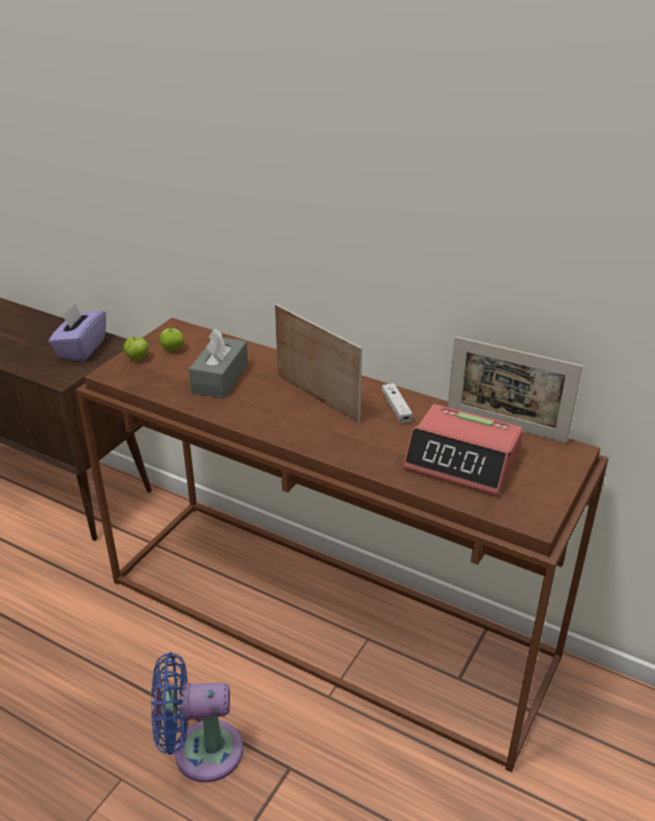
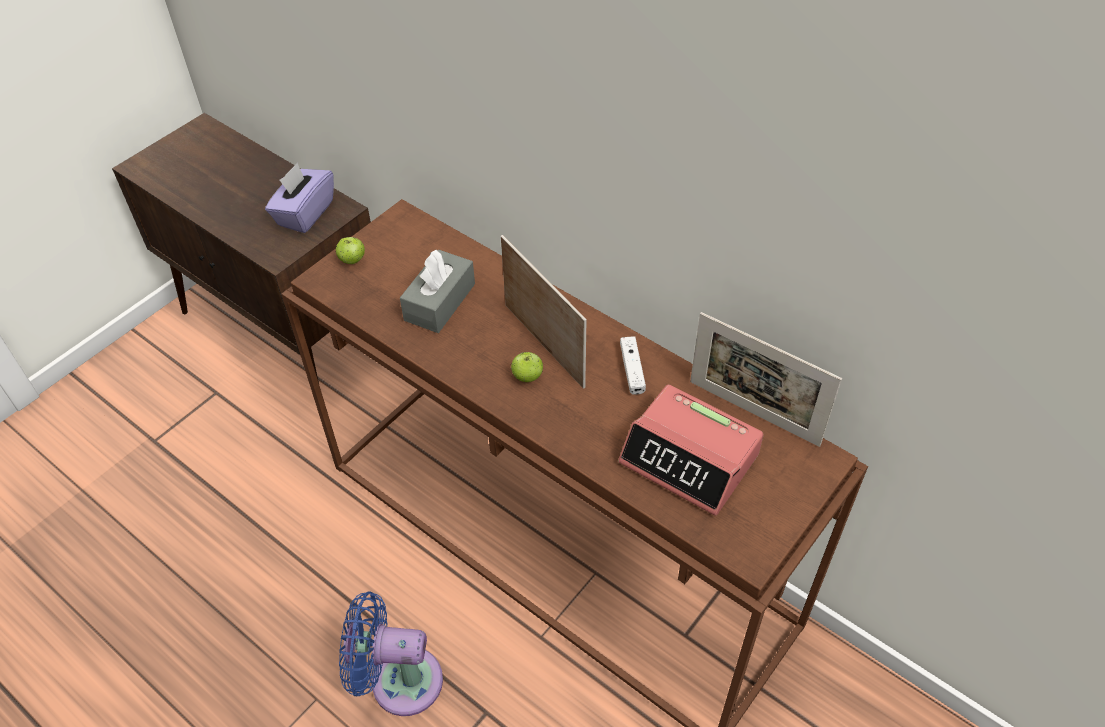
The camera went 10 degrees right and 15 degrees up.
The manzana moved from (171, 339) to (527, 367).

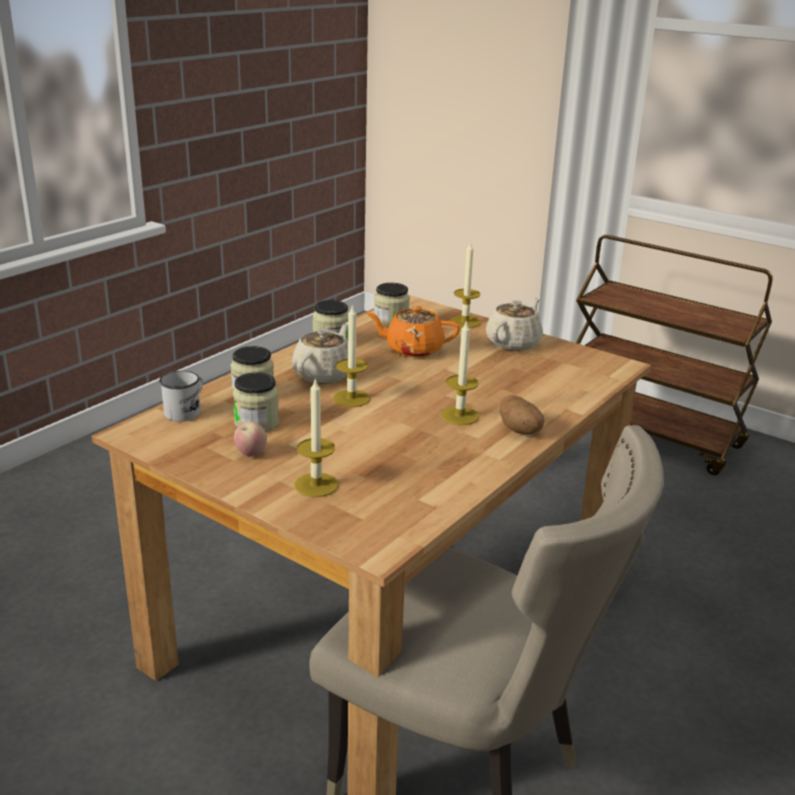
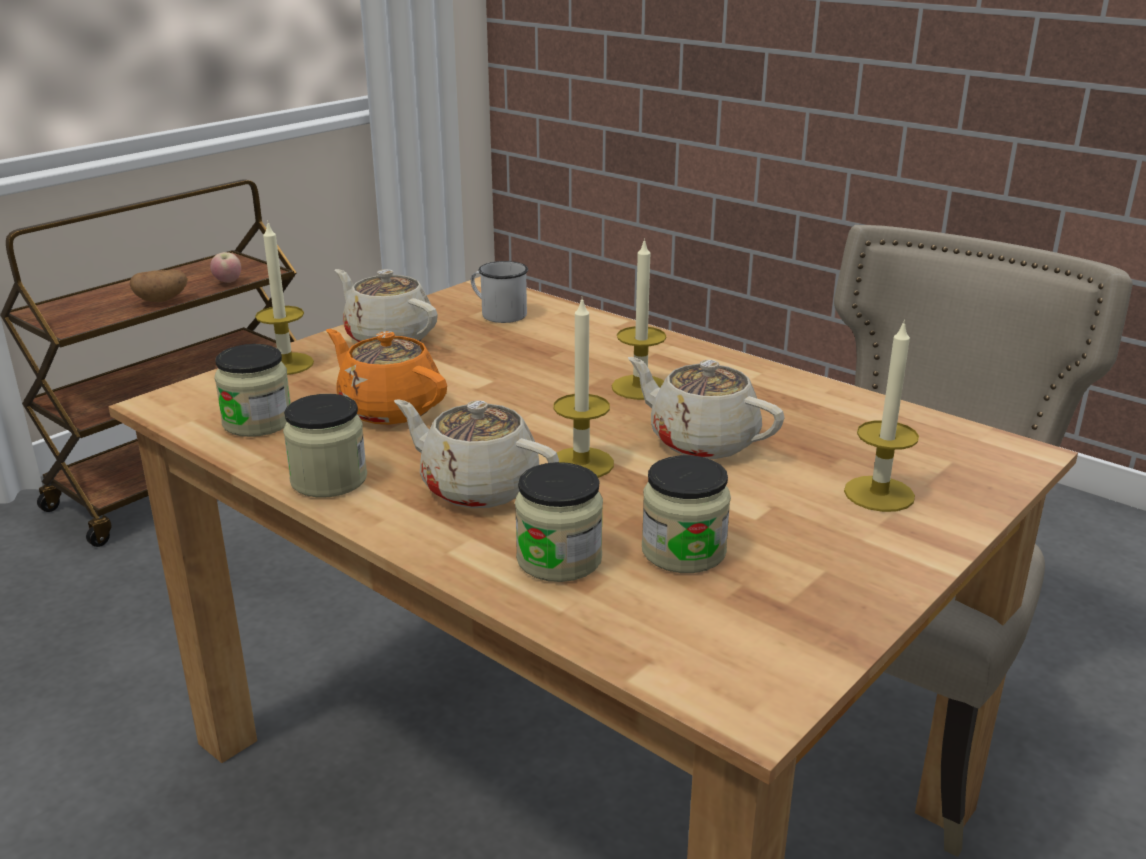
The camera went 85 degrees left and 0 degrees up.
The tetera (beis) at (706, 408) appeared.
The taza grande (blanco) moved from (181, 396) to (499, 292).
The manzana moved from (250, 439) to (225, 267).
The patata moved from (522, 414) to (159, 286).
The tetera (naranja) at (413, 331) turned 120 degrees clockwise.

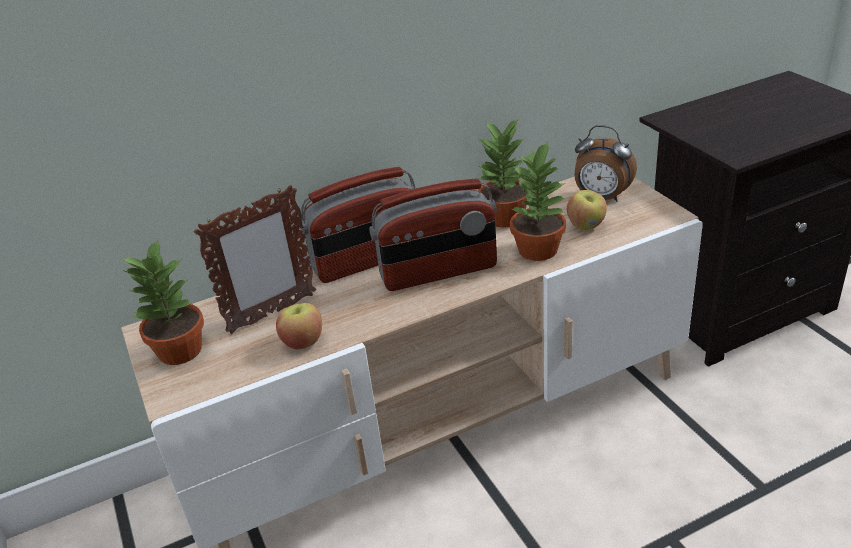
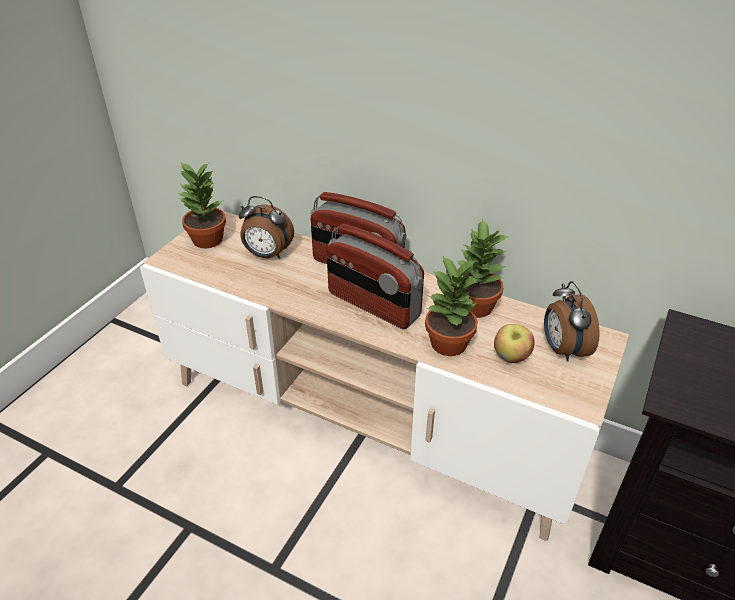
The camera went 50 degrees right and 5 degrees up.
The manzana at (299, 326) disappeared.
The portarretratos at (255, 259) was replaced by the despertador at (266, 227).

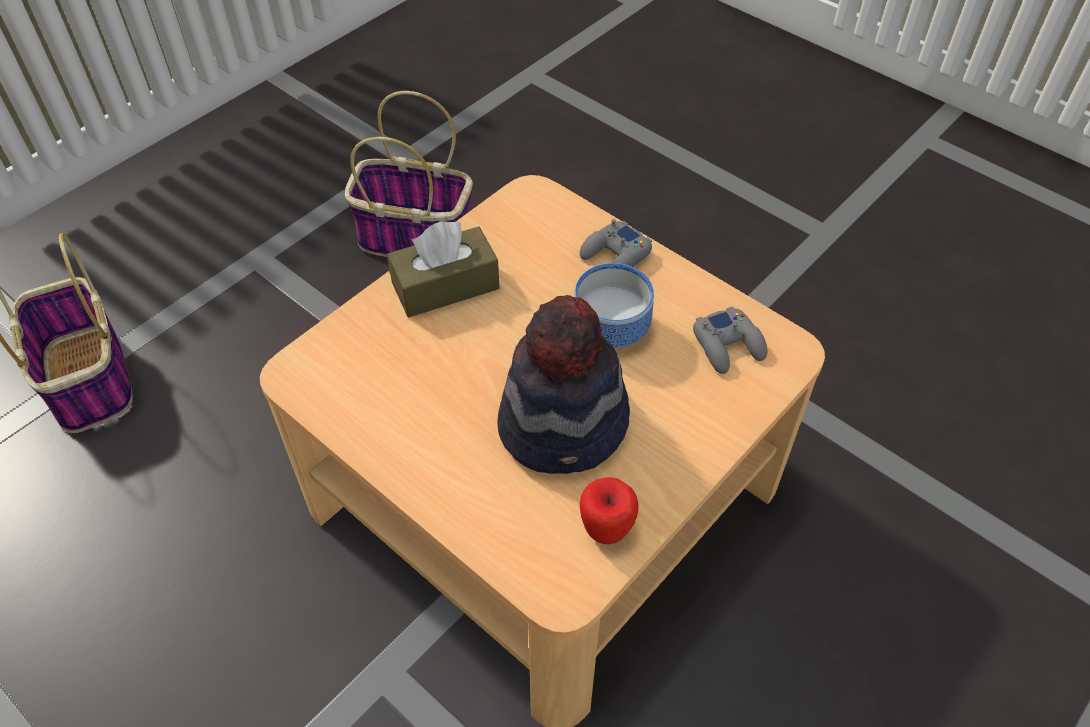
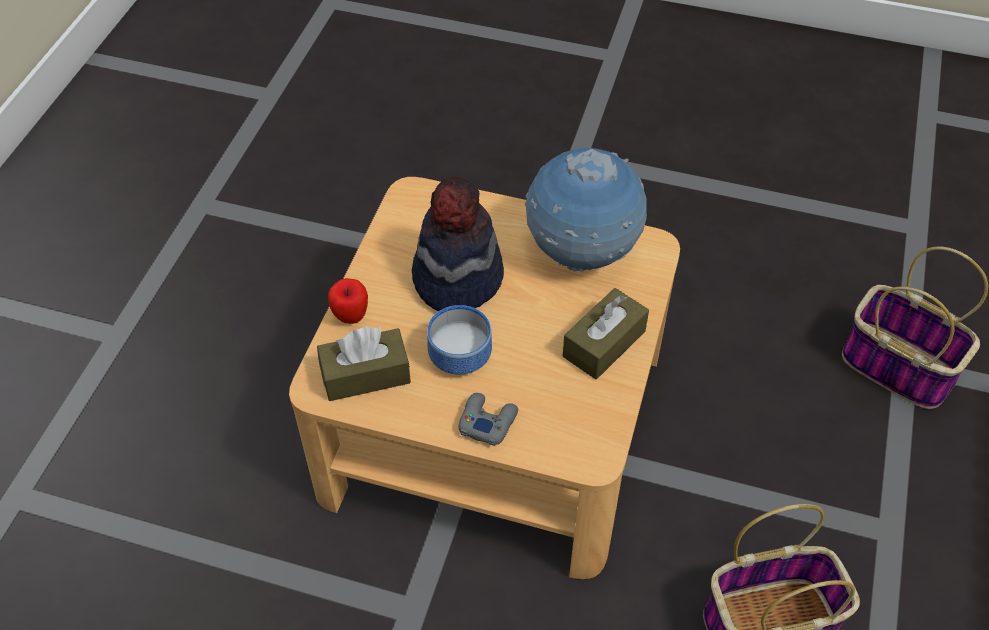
The camera went 155 degrees right and 0 degrees up.
The globo terráqueo at (586, 210) appeared.
The manzana moved from (608, 510) to (348, 301).
The mando de consola (gris) at (730, 340) was replaced by the caja de pañuelos (marrón) at (364, 363).

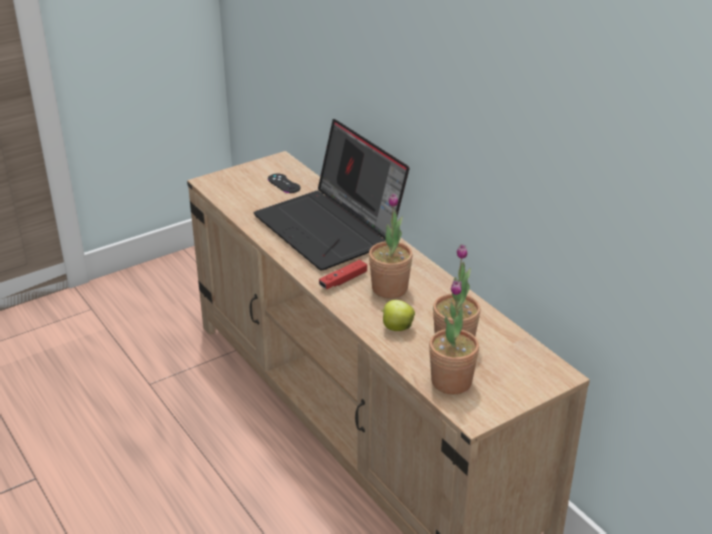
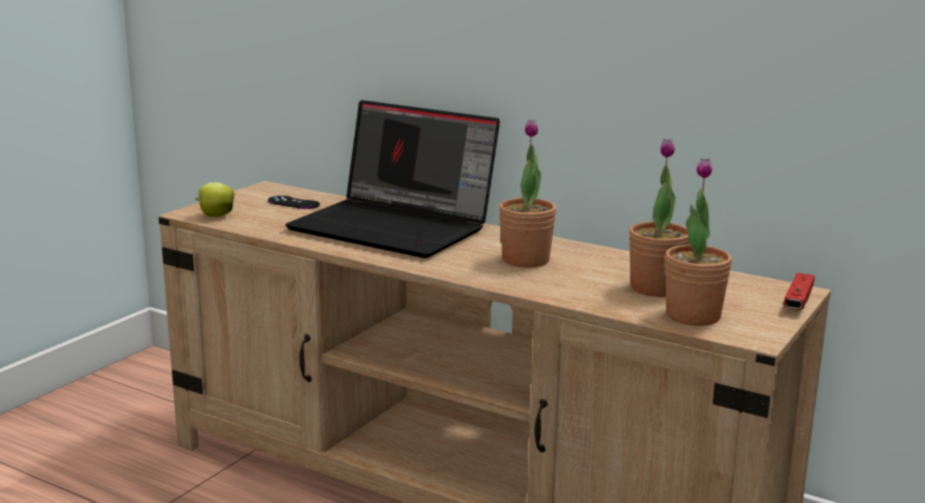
The camera went 25 degrees left and 15 degrees down.
The mando de consola (rojo) moved from (343, 274) to (799, 291).
The manzana moved from (398, 315) to (215, 199).

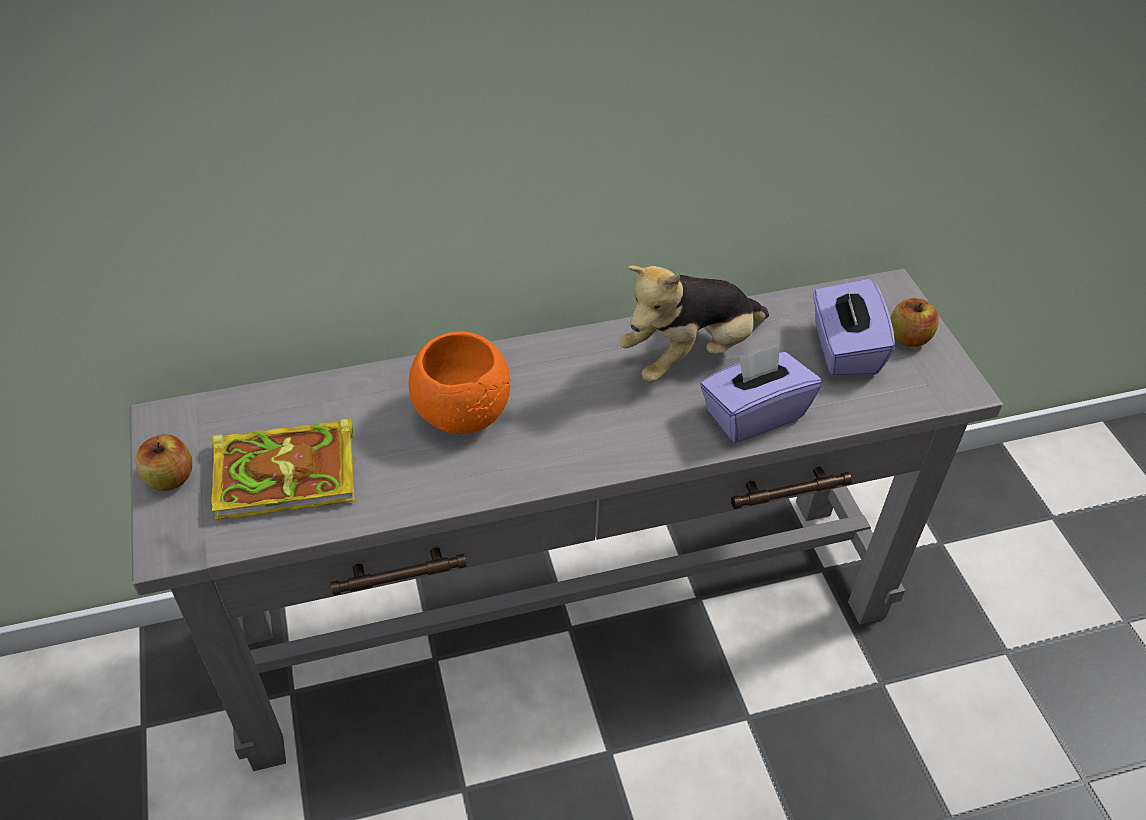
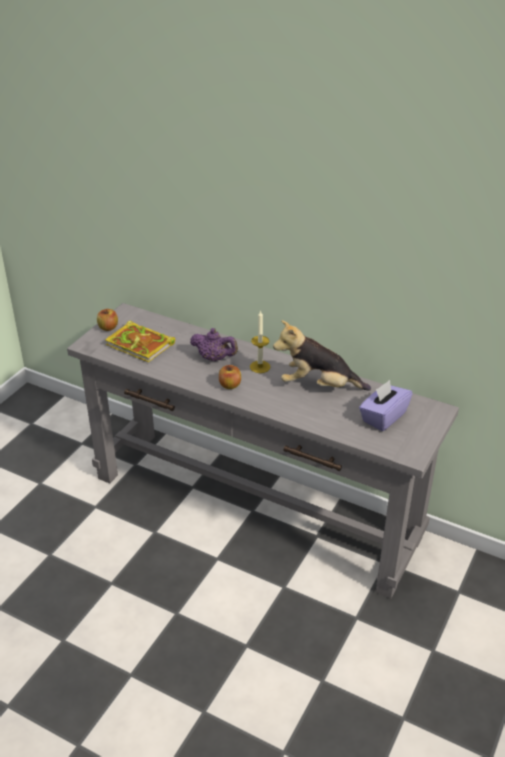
The camera went 45 degrees right and 10 degrees down.
The caja de pañuelos (morado) at (761, 394) disappeared.
The vela at (260, 341) appeared.
The manzana moved from (915, 322) to (230, 377).
The cuenco (naranja) at (459, 383) was replaced by the tetera (morado) at (214, 344).

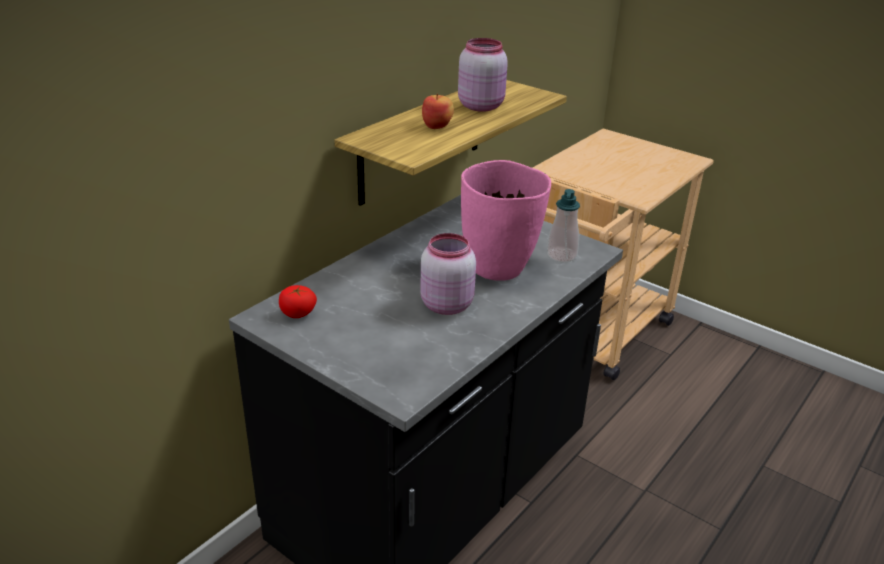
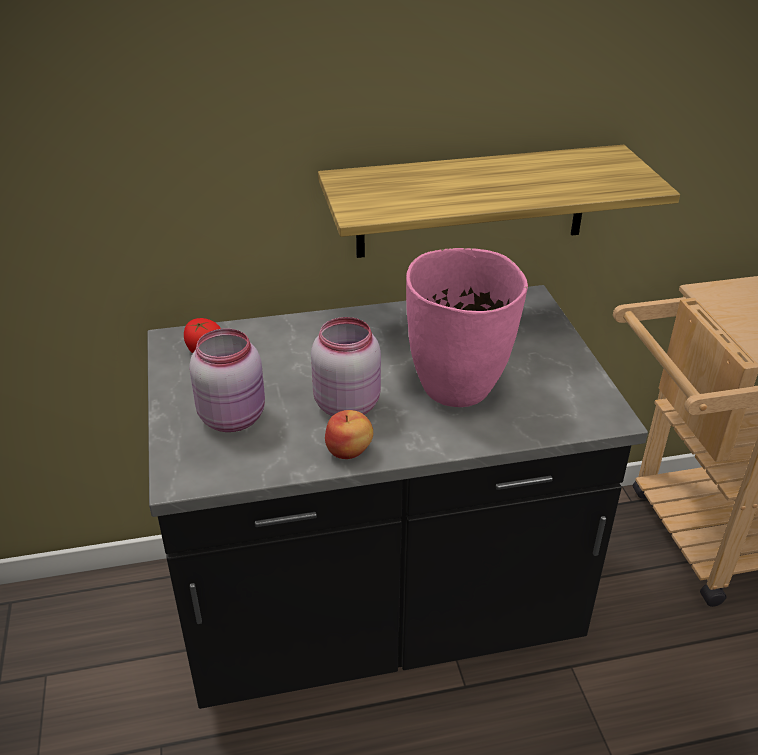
The camera went 40 degrees right and 5 degrees up.
The dispensador de jabón at (563, 226) disappeared.
The manzana moved from (438, 111) to (349, 434).
The tarro (rosa) moved from (483, 75) to (227, 380).

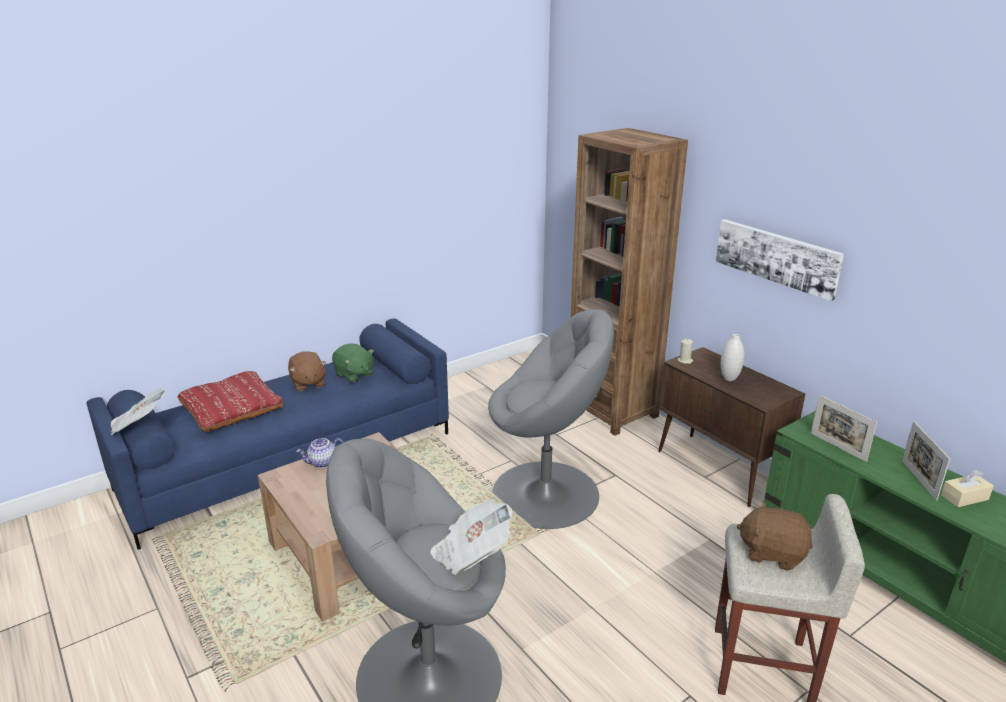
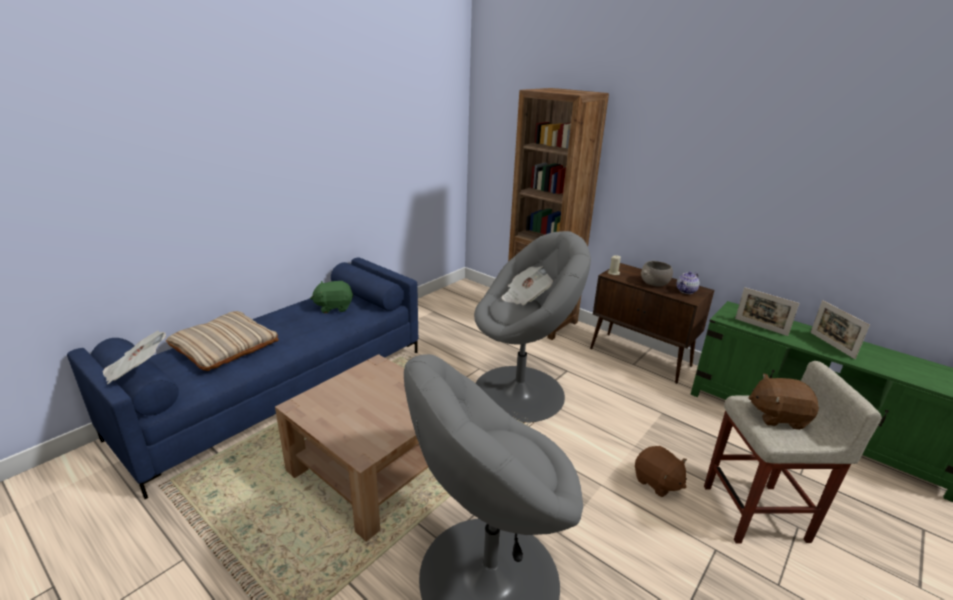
The camera went 15 degrees left and 0 degrees up.
The cuadro at (780, 260) disappeared.
The caja de pañuelos (beis) at (967, 488) disappeared.
The peluche (marrón) moved from (307, 371) to (661, 471).
The tetera moved from (320, 453) to (688, 283).
The periódico moved from (471, 537) to (527, 285).
The florero (blanco) at (732, 357) was replaced by the cuenco (gris) at (657, 274).
The cojín (rojo) at (230, 401) became the cojín (beis) at (222, 341).
The peluche (verde) at (353, 363) turned 135 degrees clockwise.

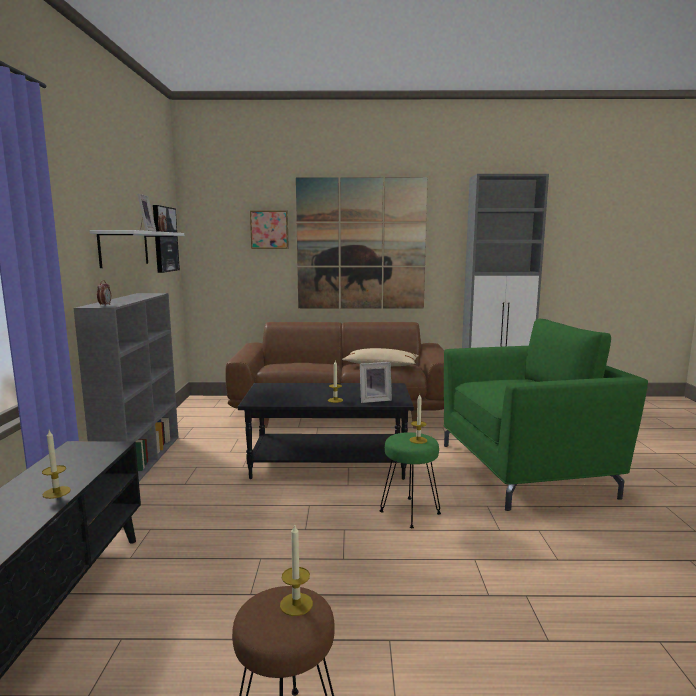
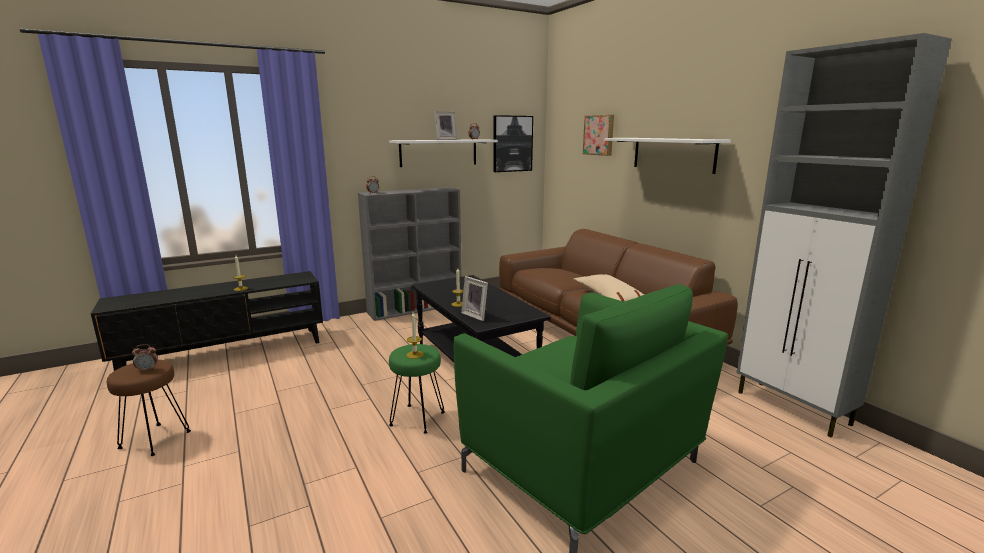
The camera went 60 degrees right and 5 degrees up.
The vela at (296, 569) was replaced by the despertador at (145, 358).
The cuadro at (362, 242) was replaced by the estante (blanco) at (667, 156).

